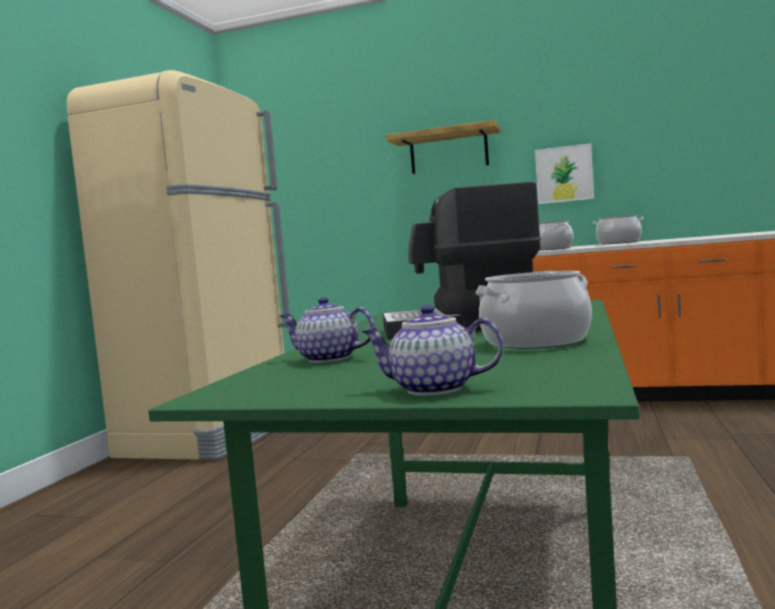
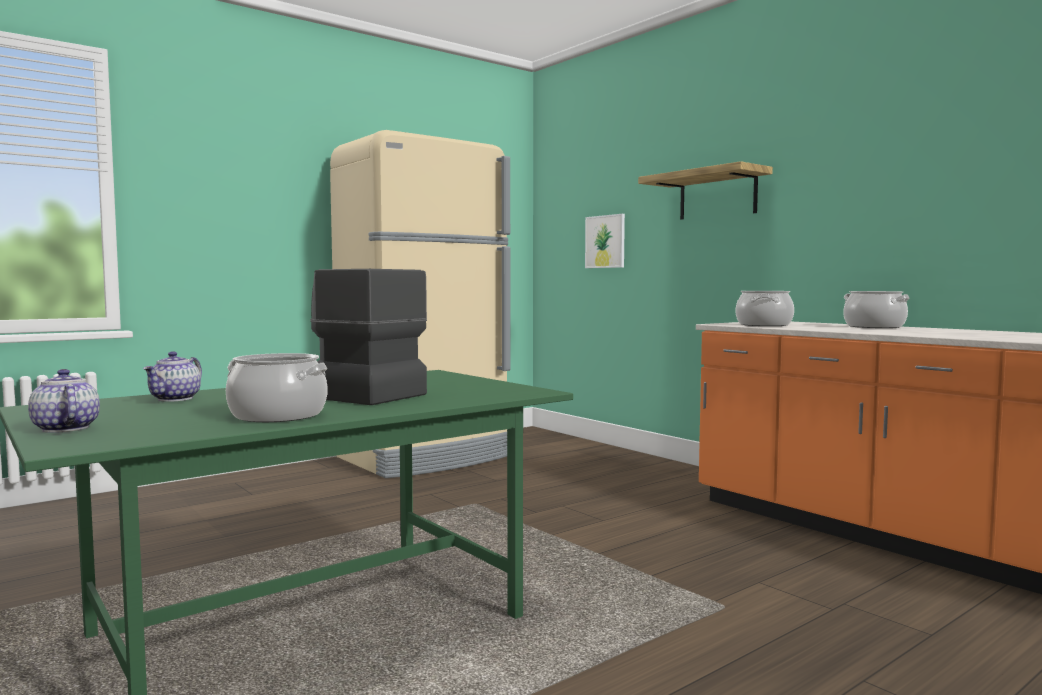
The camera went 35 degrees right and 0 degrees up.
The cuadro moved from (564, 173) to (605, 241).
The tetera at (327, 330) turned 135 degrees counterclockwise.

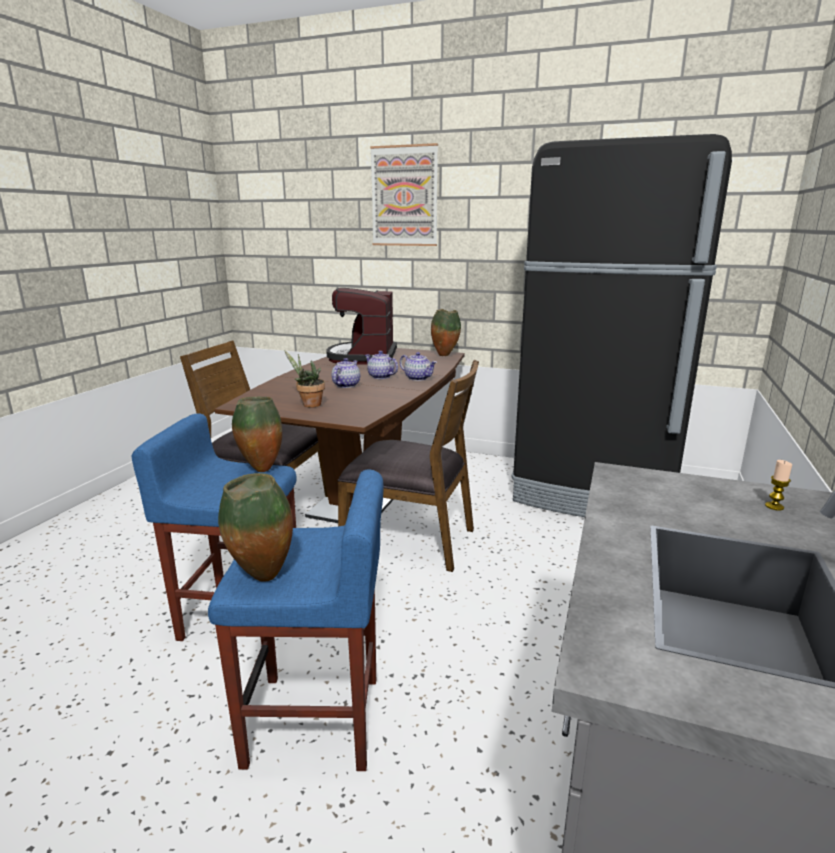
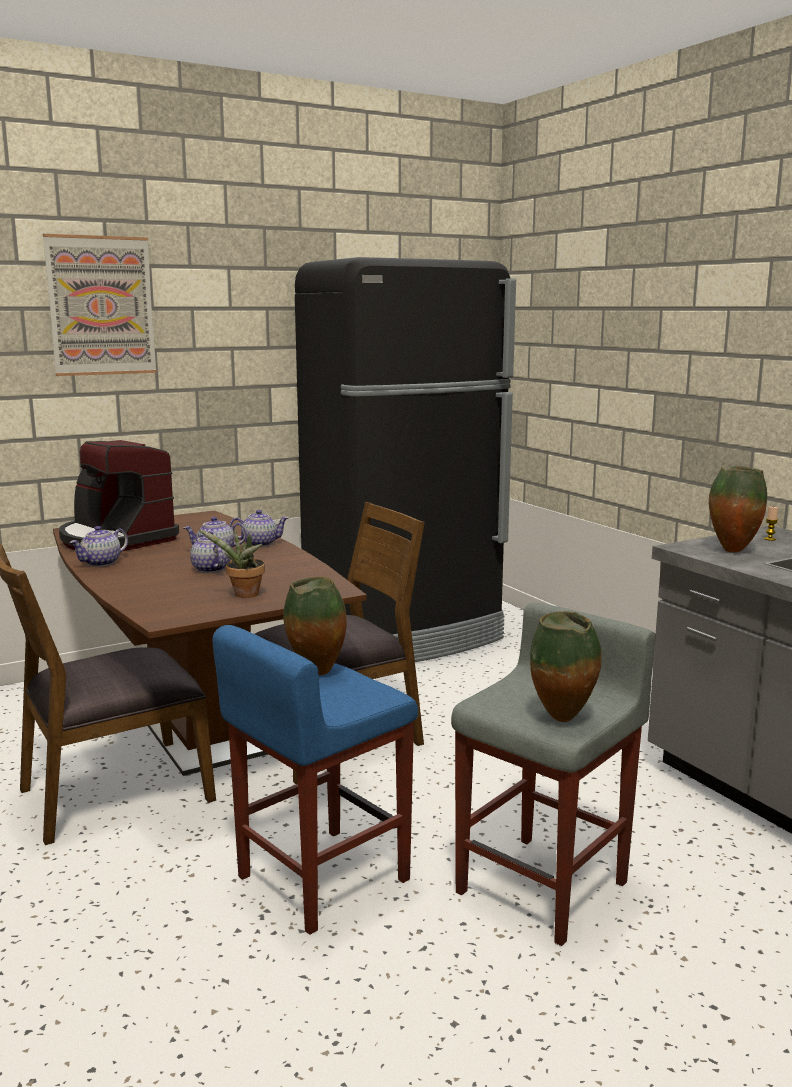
The camera went 50 degrees left and 5 degrees down.
The tetera at (99, 546) appeared.
The florero moved from (446, 332) to (738, 509).
The taburete (azul) at (295, 620) became the taburete (gris) at (553, 774).

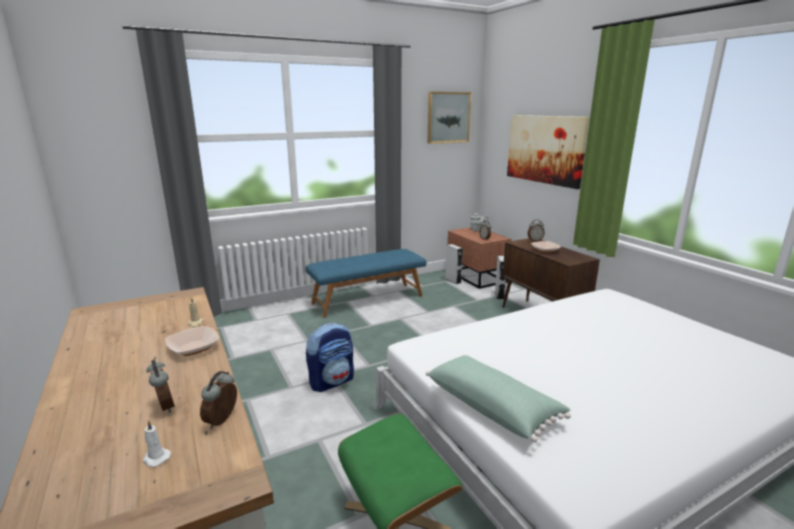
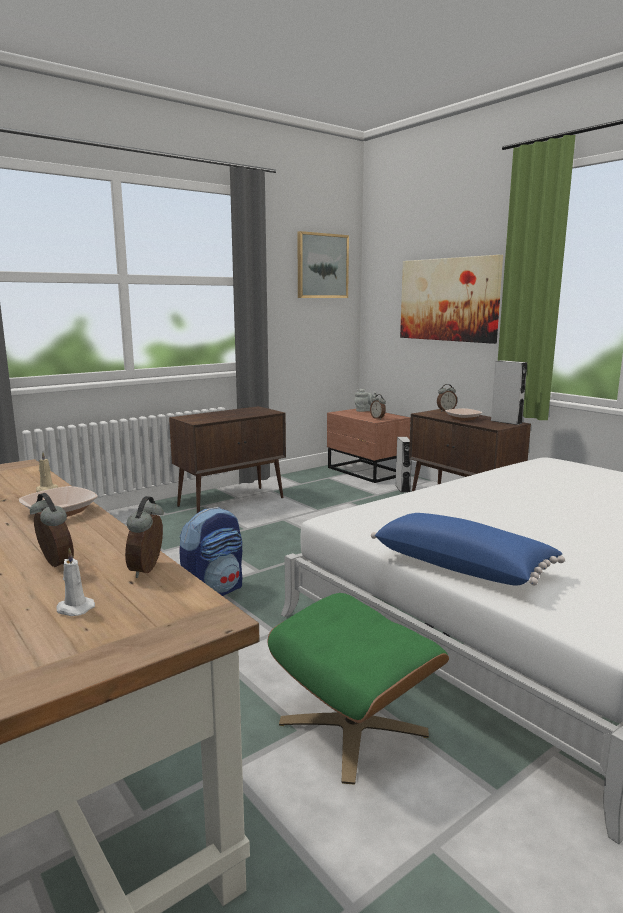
The camera went 10 degrees left and 5 degrees down.
The altavoz (gris) moved from (454, 264) to (509, 392).
The banco (azul) at (366, 283) was replaced by the armario (marrón) at (227, 459).
The cojín (verde) at (498, 398) became the cojín (azul) at (468, 549).

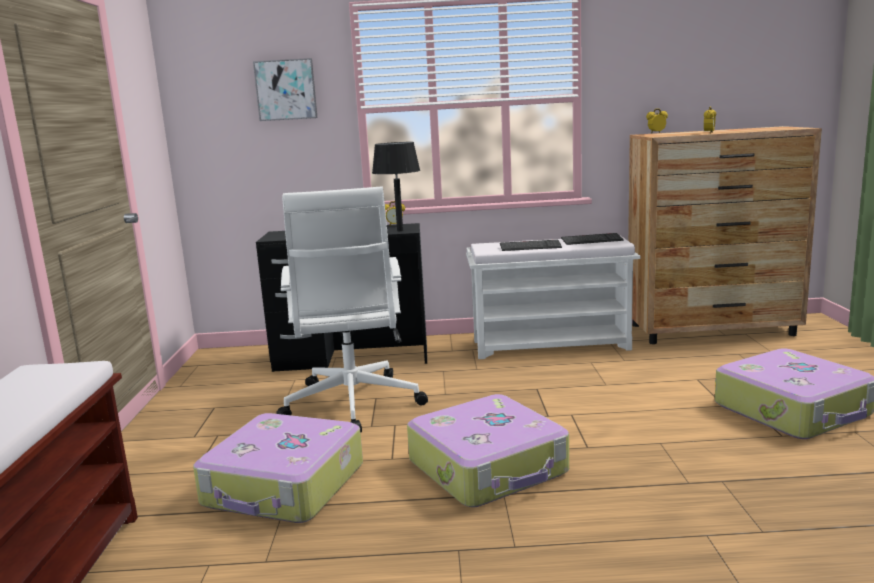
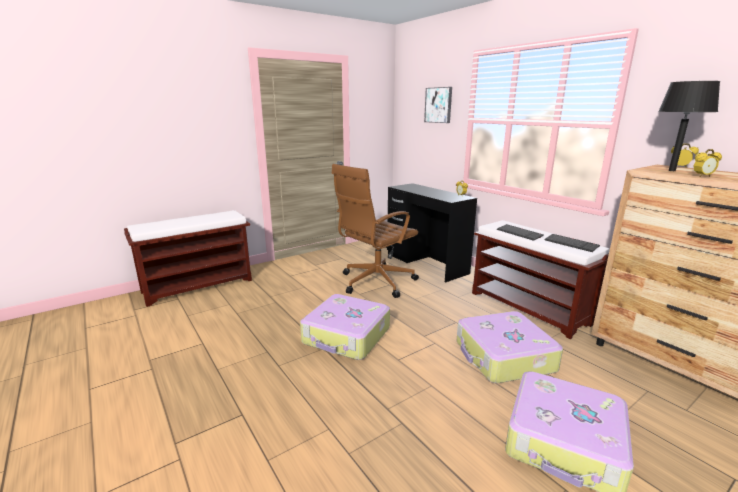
The camera went 55 degrees right and 5 degrees up.
The maleta moved from (278, 468) to (509, 347).
The lámpara de mesa (negro) moved from (396, 186) to (689, 126).
The silla de oficina (blanco) at (352, 310) became the silla de oficina (marrón) at (375, 231).
The banco (blanco) at (553, 297) became the banco (marrón) at (541, 279).

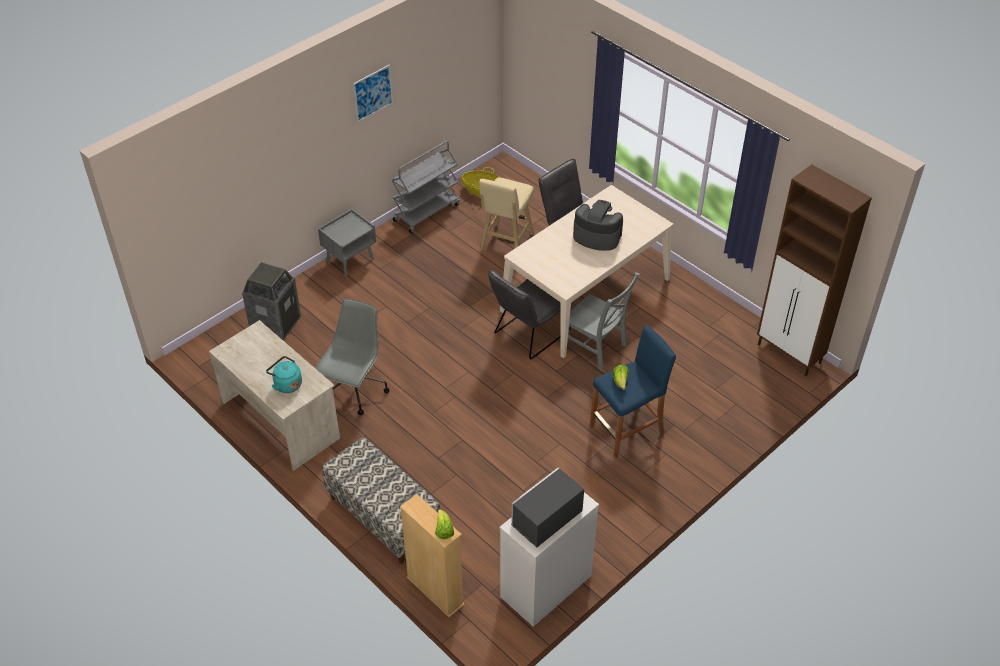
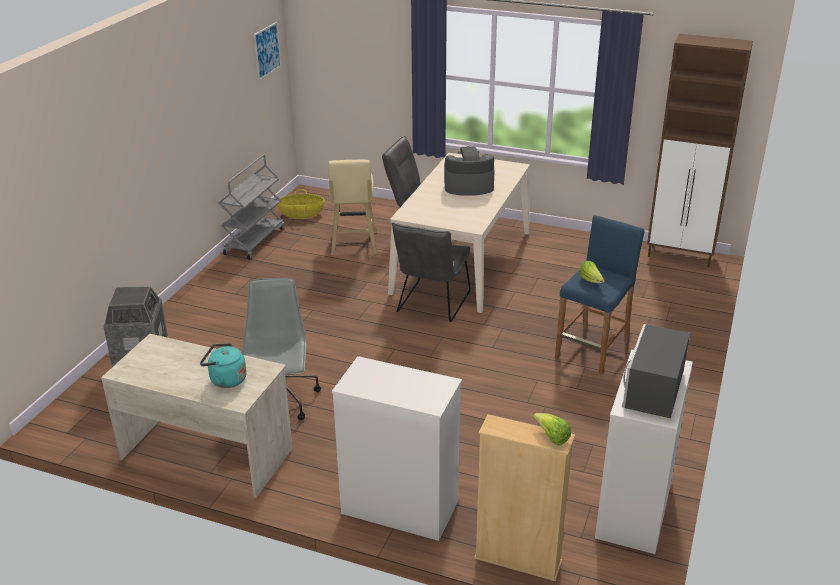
The camera went 25 degrees left and 15 degrees down.
The mesita de noche (gris) at (347, 242) disappeared.
The silla (gris) at (603, 321) disappeared.
The cuadro moved from (373, 93) to (267, 51).
The banco at (381, 500) was replaced by the cómoda (blanco) at (397, 448).

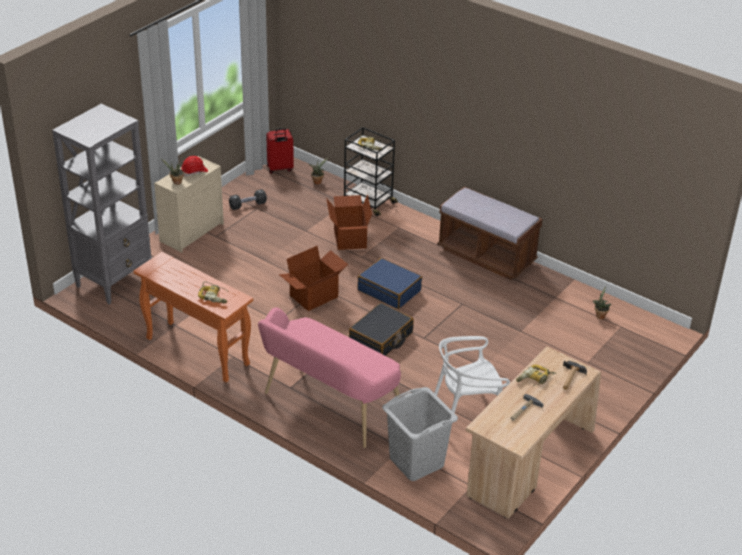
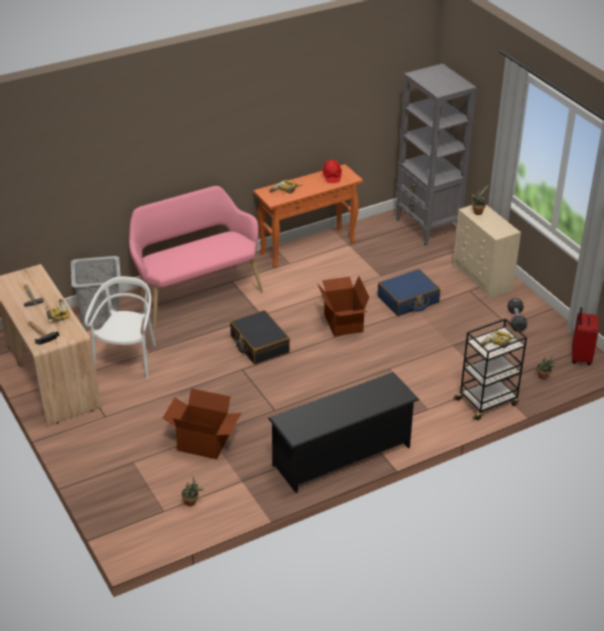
The camera went 115 degrees right and 0 degrees up.
The casco (rojo) moved from (194, 166) to (332, 171).
The caja de cartón moved from (349, 222) to (202, 423).
The maleta (azul) moved from (390, 283) to (409, 292).
The banco (marrón) at (490, 233) was replaced by the zapatero (negro) at (343, 432).

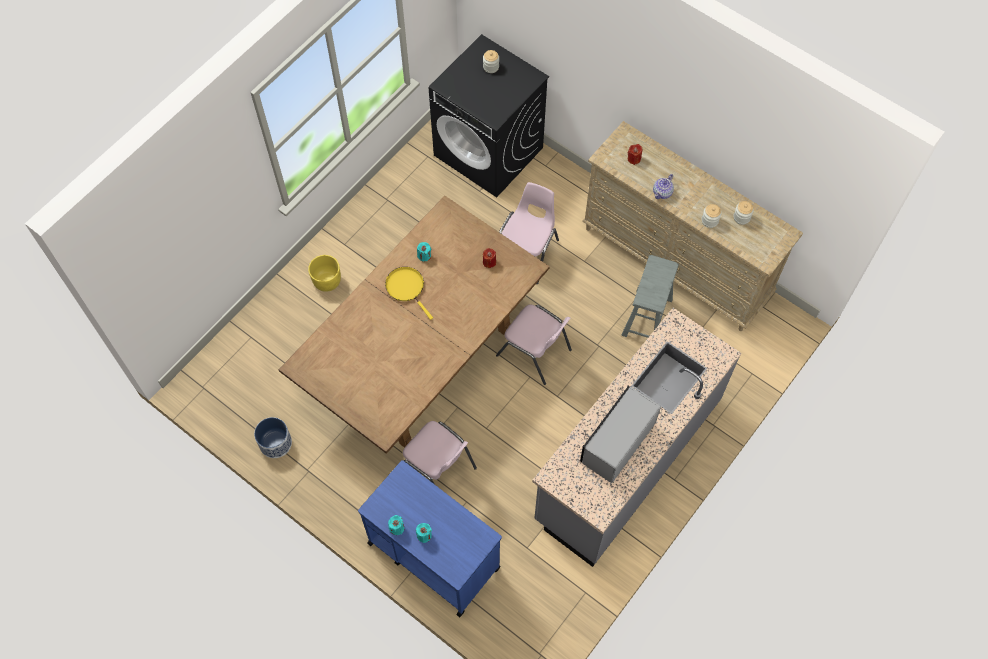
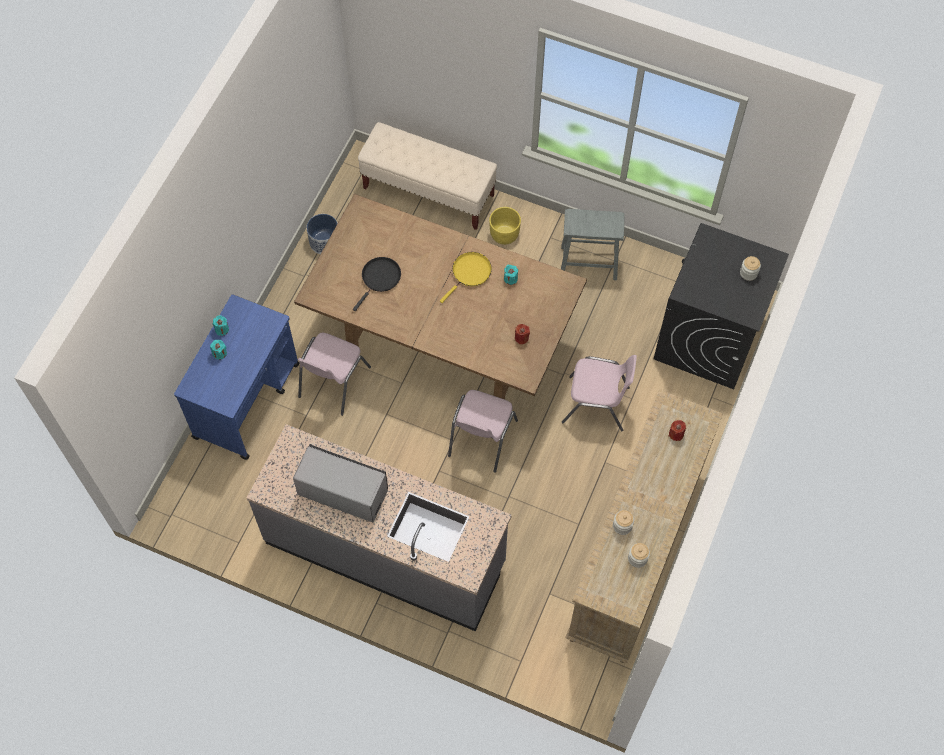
The camera went 75 degrees right and 0 degrees up.
The tetera at (663, 186) disappeared.
The sartén (negro) at (377, 284) appeared.
The banco (beis) at (427, 176) appeared.
The taburete (gris) moved from (650, 296) to (593, 244).

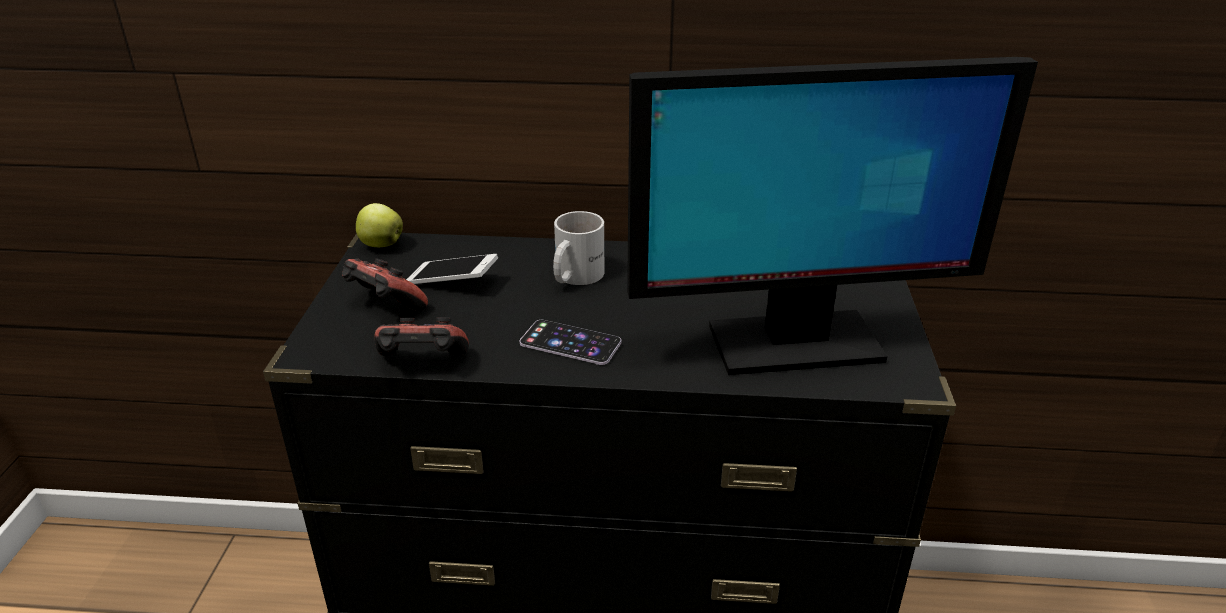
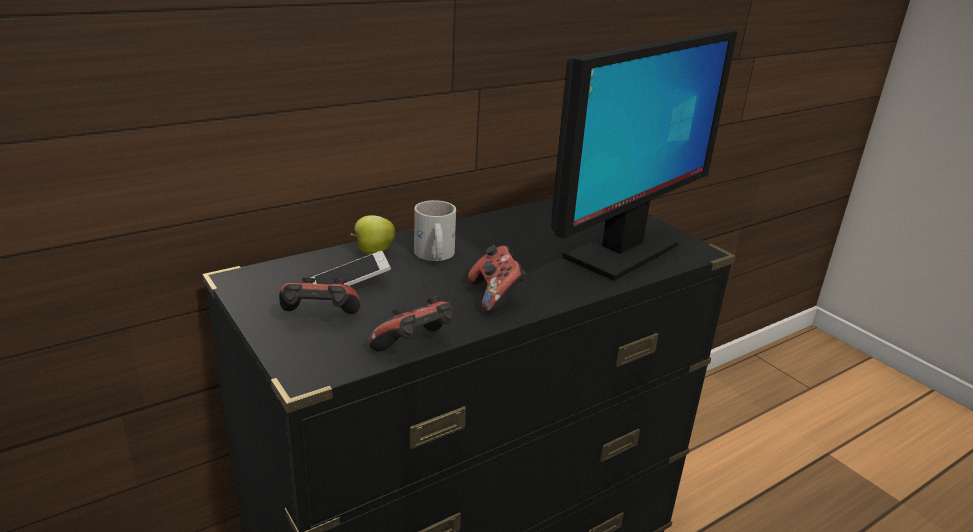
The camera went 40 degrees left and 5 degrees down.
The manzana moved from (379, 225) to (373, 234).
The móvil at (570, 342) was replaced by the mando de consola at (497, 279).

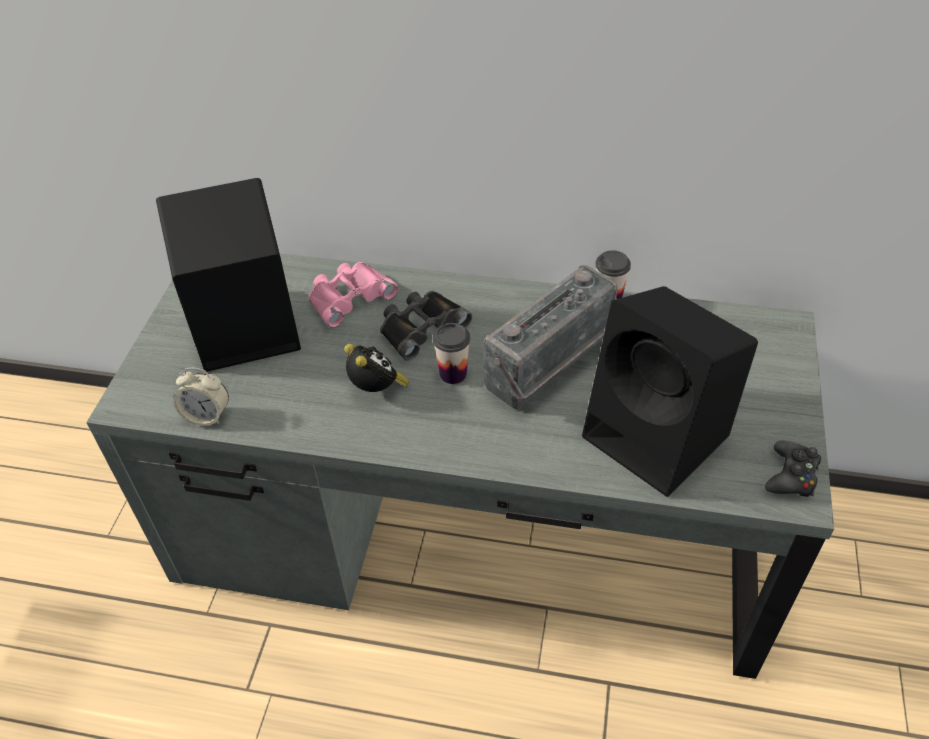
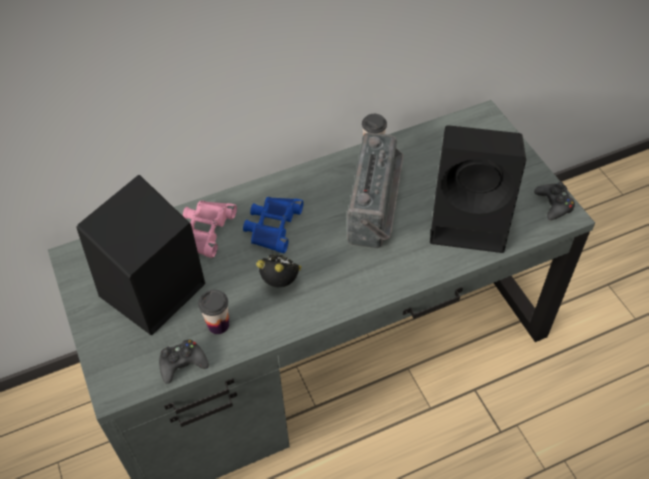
The camera went 35 degrees left and 5 degrees up.
The taza moved from (451, 353) to (213, 312).
The despertador at (201, 397) was replaced by the mando de consola (negro) at (184, 361).
The prismáticos (negro) at (426, 326) became the prismáticos (azul) at (273, 225).

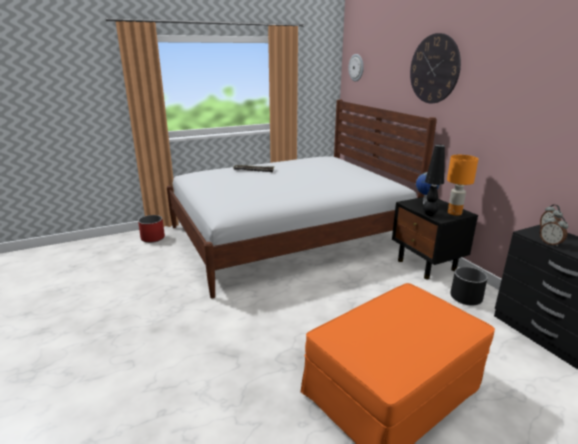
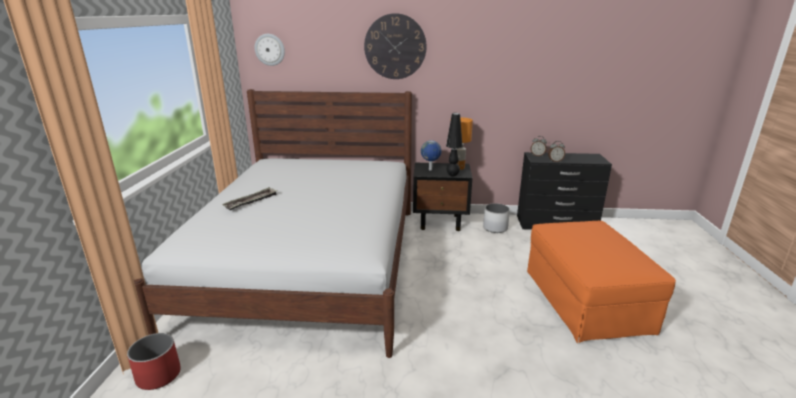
The camera went 60 degrees left and 0 degrees up.
The maceta (negro) at (469, 286) became the maceta (blanco) at (496, 218).

